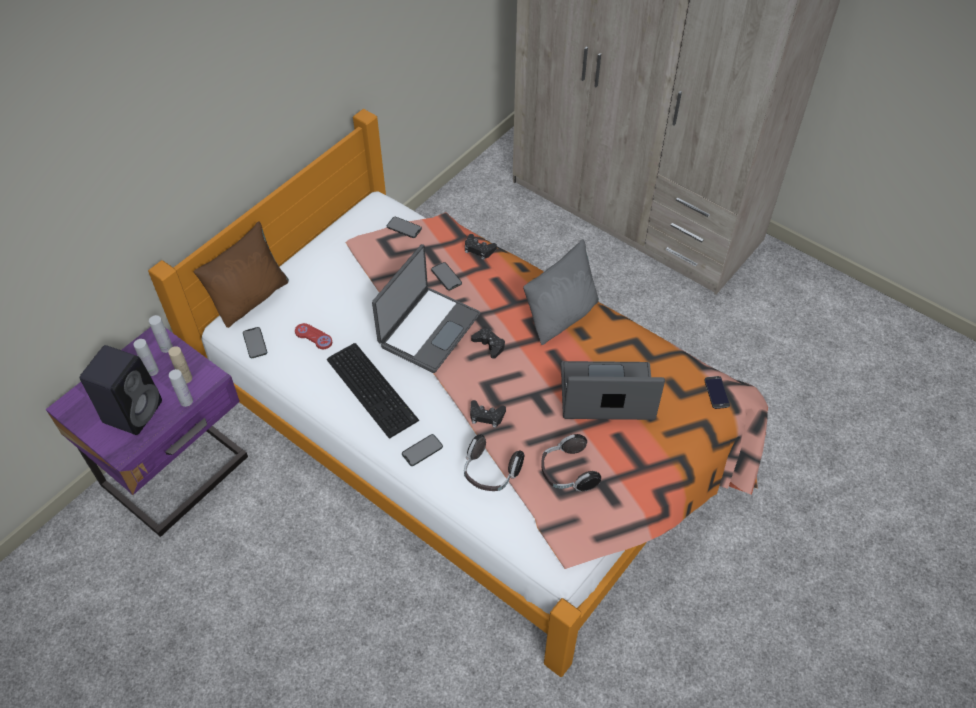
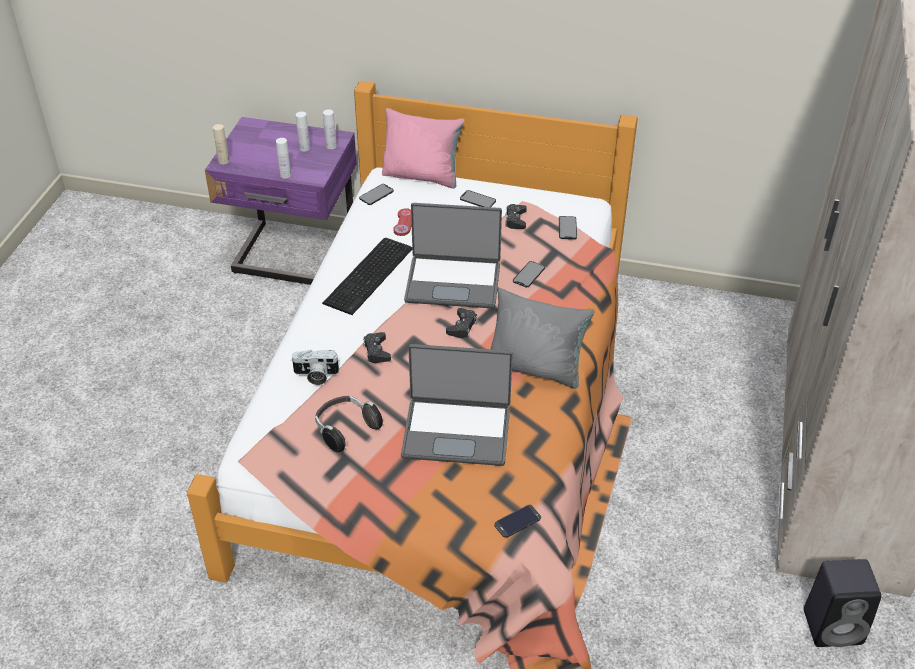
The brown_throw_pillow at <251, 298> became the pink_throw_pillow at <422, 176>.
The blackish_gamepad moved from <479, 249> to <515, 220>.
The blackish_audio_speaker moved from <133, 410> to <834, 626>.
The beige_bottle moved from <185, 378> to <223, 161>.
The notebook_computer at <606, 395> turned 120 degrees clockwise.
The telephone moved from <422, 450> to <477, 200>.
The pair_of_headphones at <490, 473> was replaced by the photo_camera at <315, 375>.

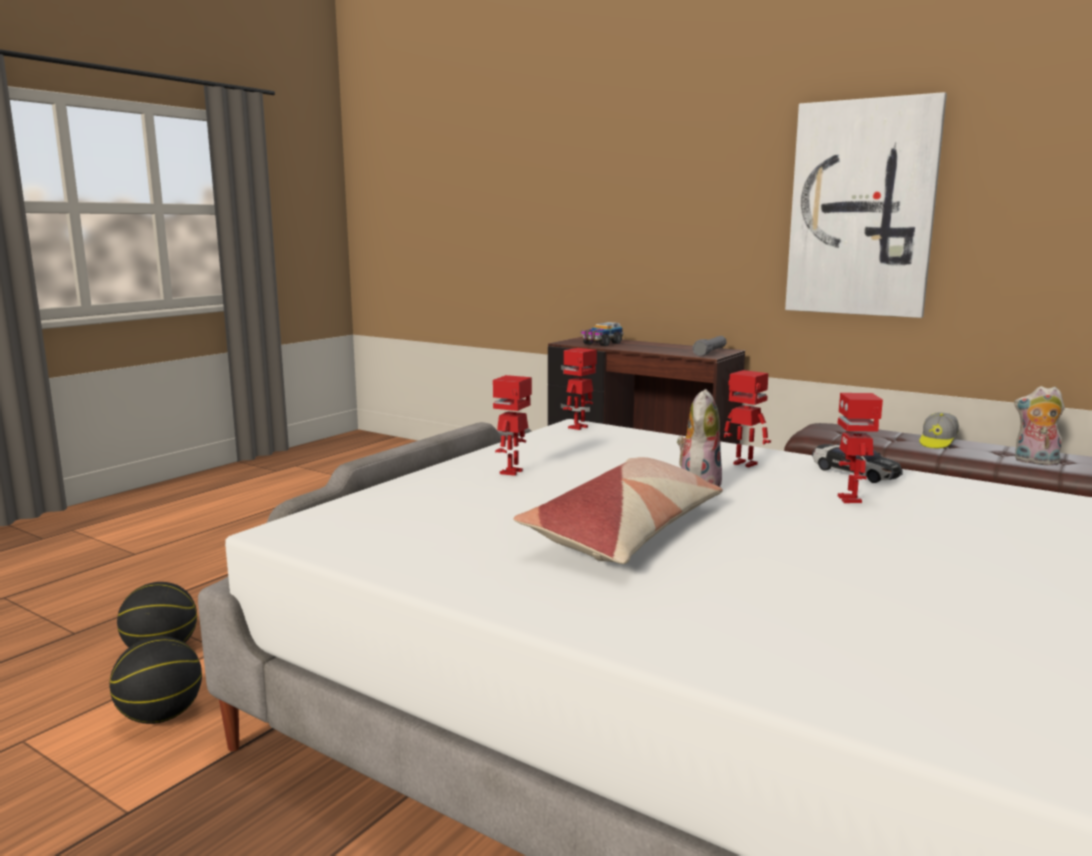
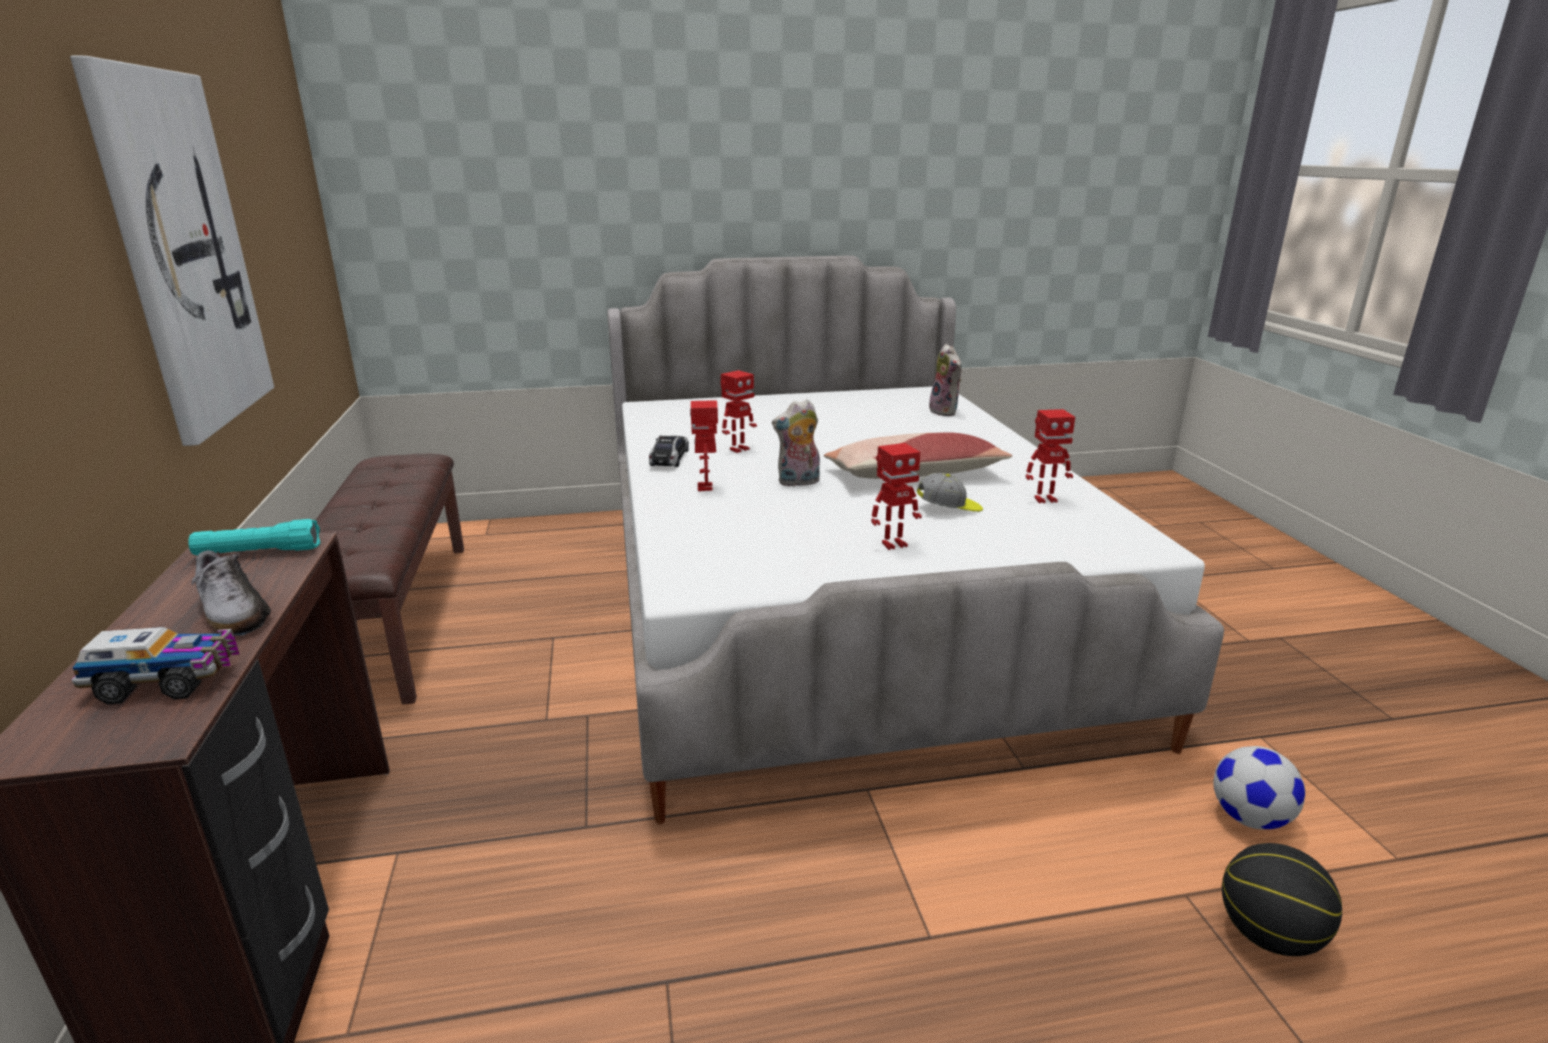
The greyish_hand_torch at <710, 352> became the blue-green_hand_torch at <259, 552>.
The toy_robot moved from <579, 427> to <1044, 499>.
The soft_toy moved from <1035, 462> to <945, 412>.
The cap moved from <937, 442> to <949, 509>.
The basketball at <160, 716> was replaced by the football at <1249, 818>.
The shoe at <233, 611> appeared.

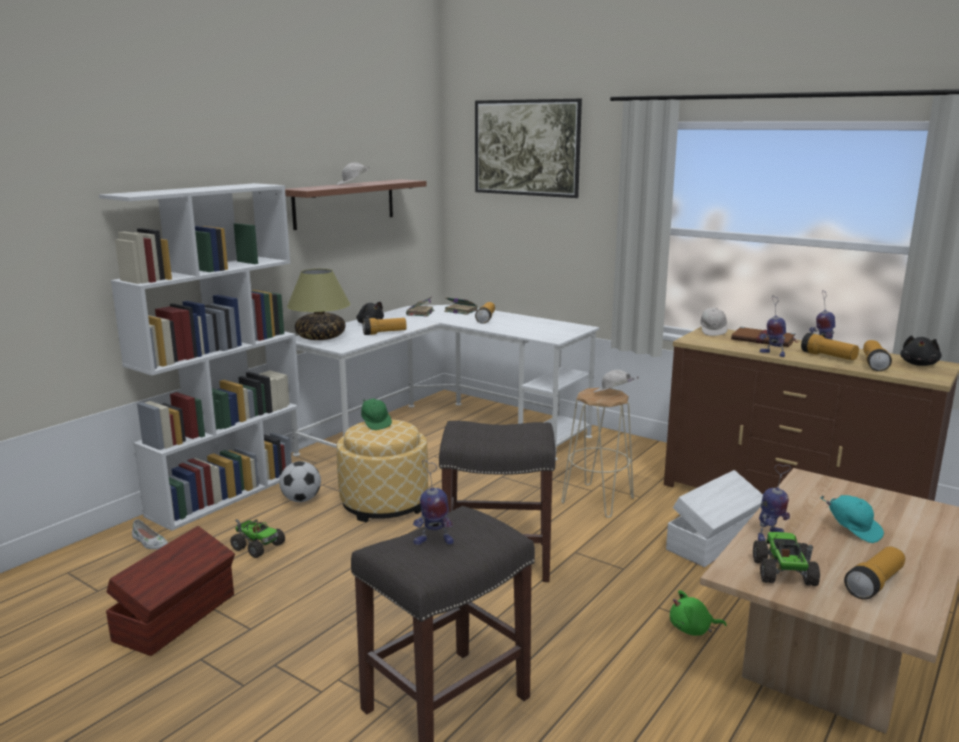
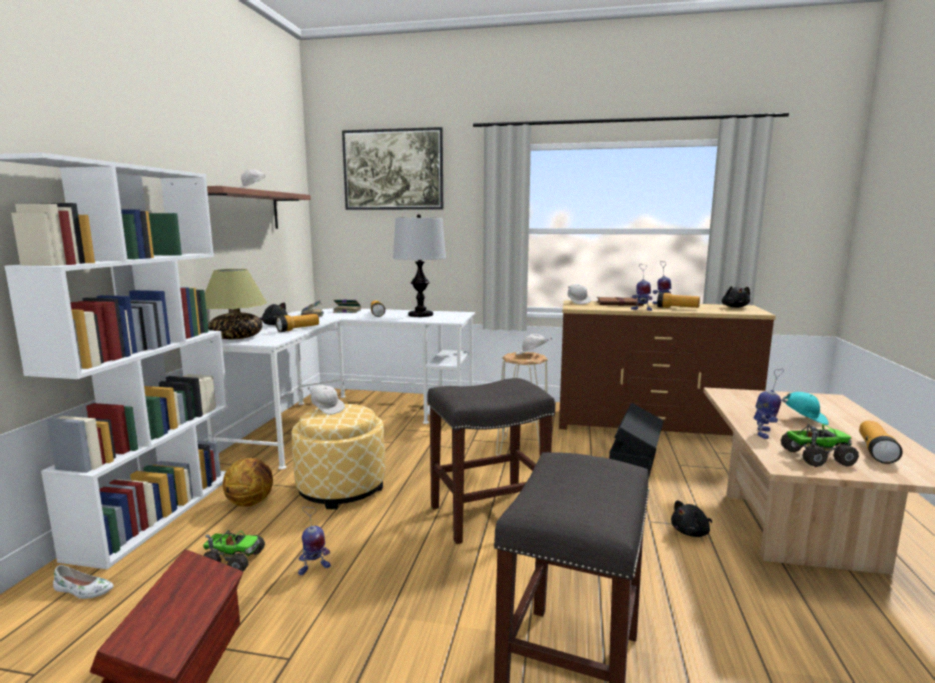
The hand_torch at <874, 364> disappeared.
The green_cap at <376, 423> became the whitish_cap at <326, 409>.
The toy_robot moved from <433, 542> to <314, 569>.
The football at <301, 500> was replaced by the basketball at <250, 502>.
The whitish_storage_bin at <714, 542> became the blackish_storage_bin at <634, 462>.
The toy_lorry at <783, 573> turned 105 degrees clockwise.
The green_soft_toy at <692, 629> became the blackish_soft_toy at <691, 532>.
The tabletop_lamp at <421, 315> appeared.

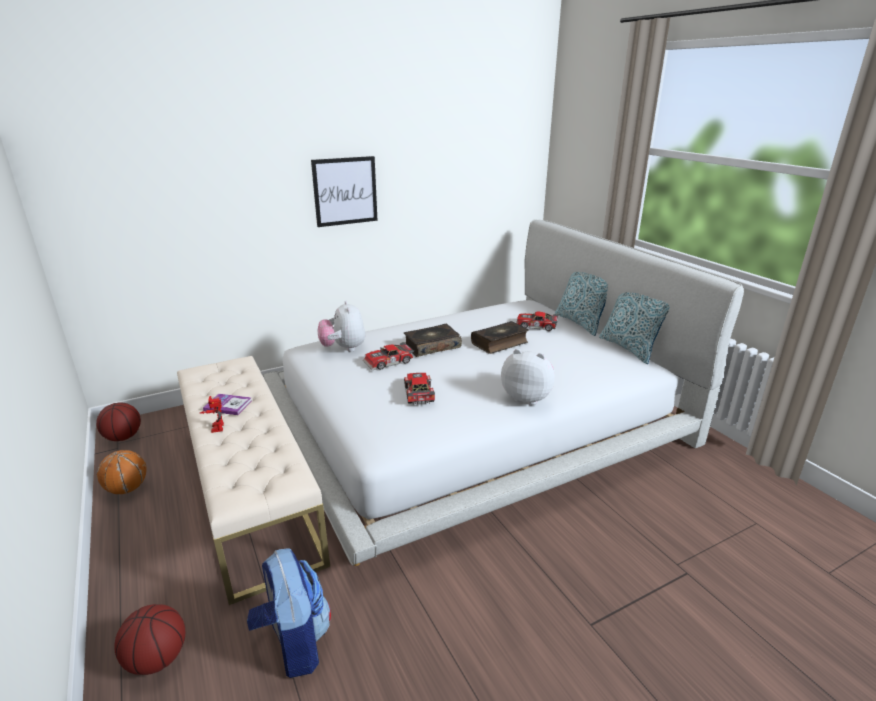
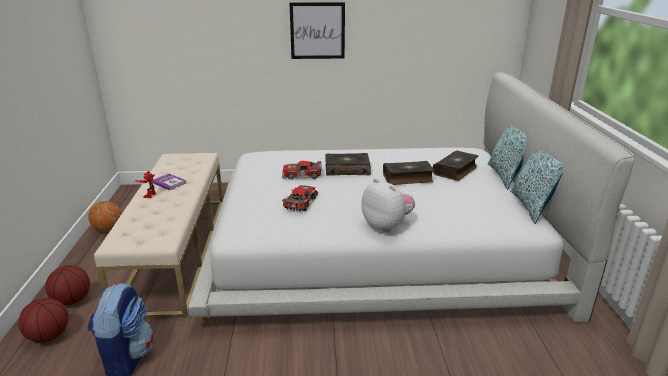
The soft_toy at <343, 348> disappeared.
The model_car at <536, 326> was replaced by the bound_book at <456, 171>.
The basketball moved from <124, 437> to <73, 300>.

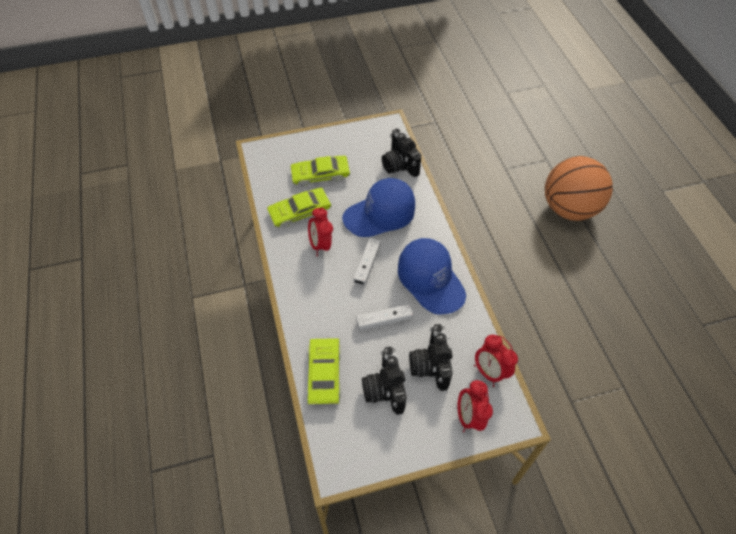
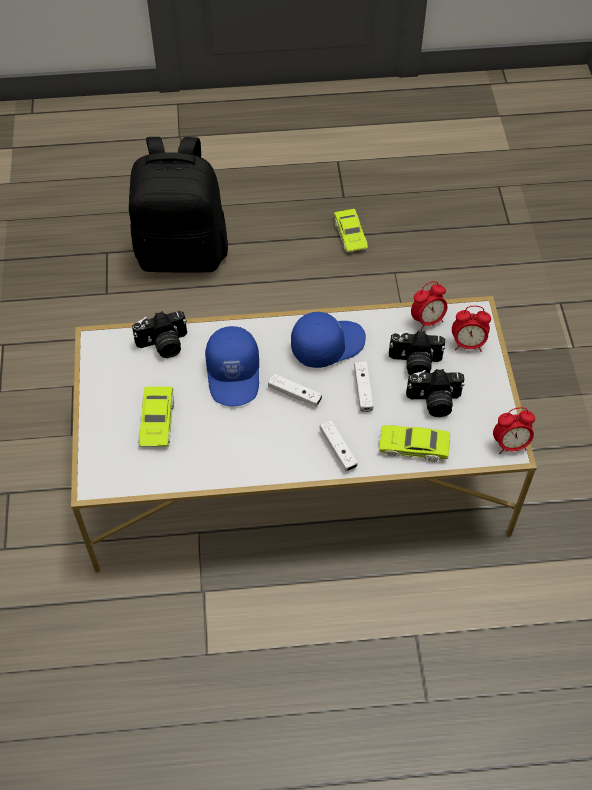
The basketball at <569, 209> was replaced by the blackish_rucksack at <182, 252>.
The green_model_car moved from <300, 211> to <350, 235>.
The table_clock moved from <321, 245> to <510, 444>.
The whitish_gamepad at <338, 449> appeared.

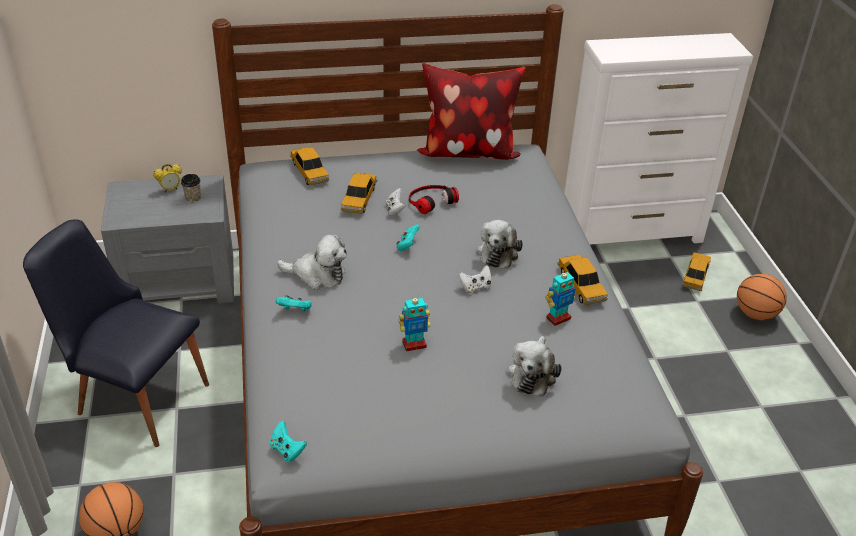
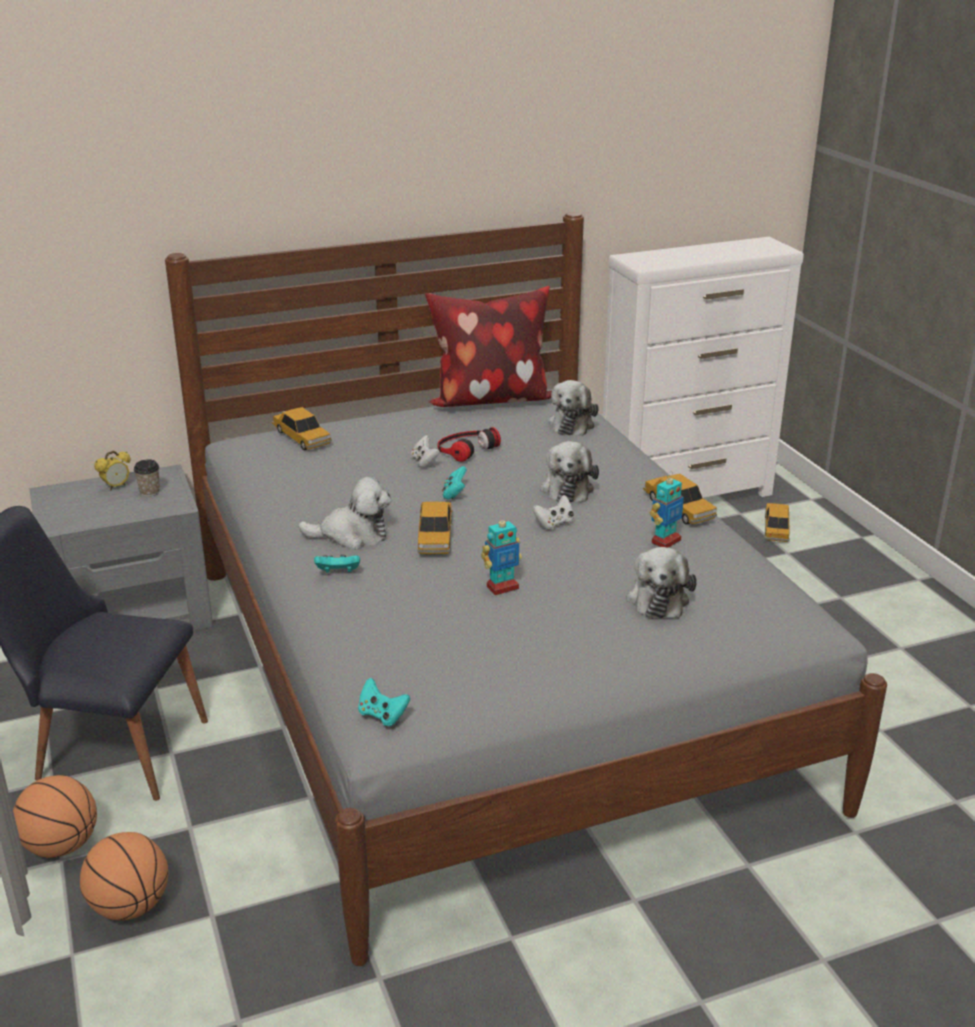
The model_car moved from <359, 199> to <435, 536>.
The basketball moved from <755, 314> to <61, 846>.
The soft_toy at <571, 423> appeared.

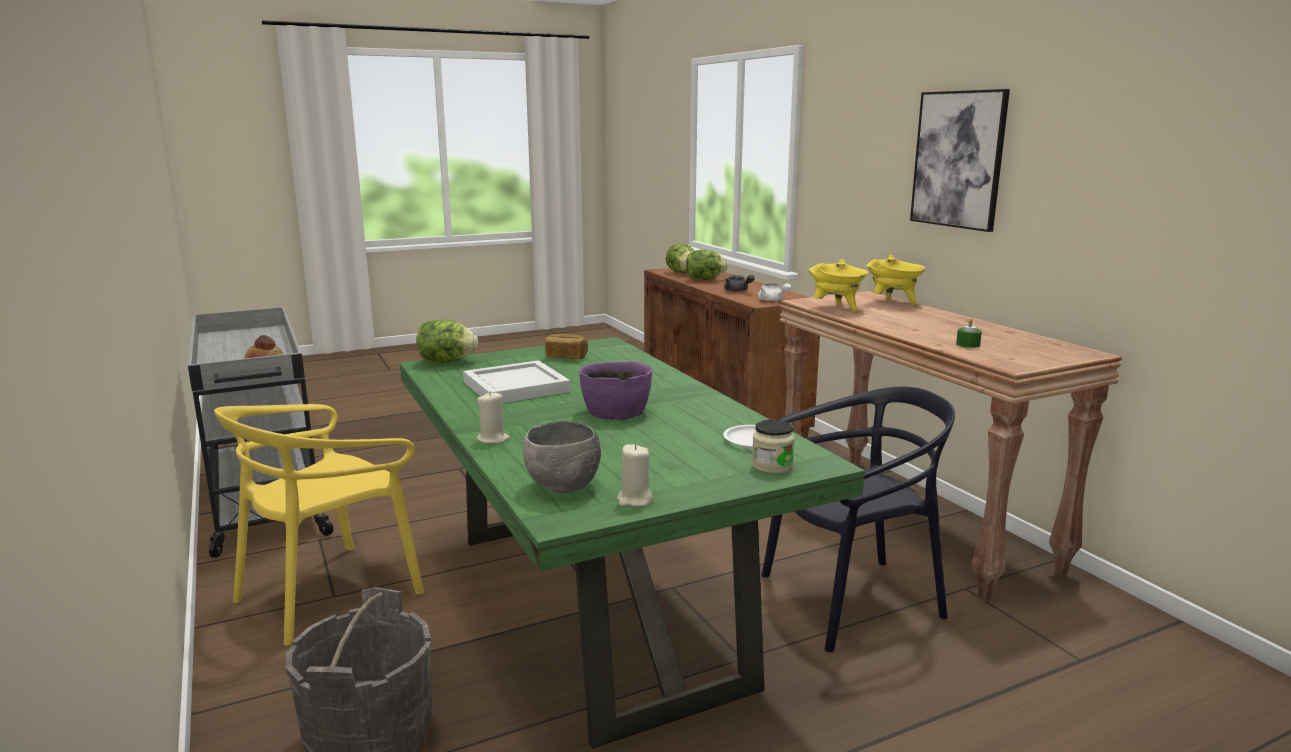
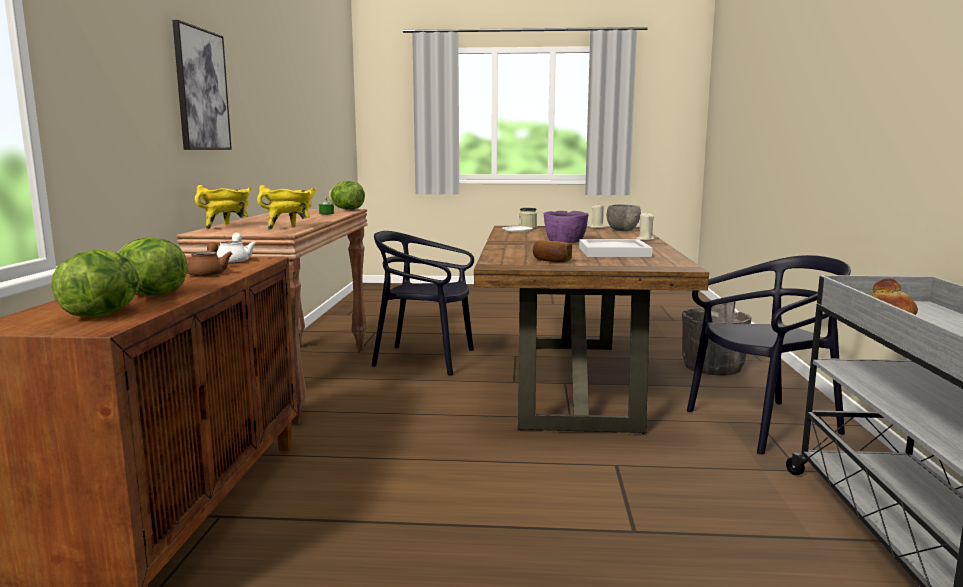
The greyish_teapot at <738, 291> became the brown_teapot at <209, 273>.
The lettuce moved from <446, 362> to <347, 209>.
The green_dining_table at <591, 606> became the brown_dining_table at <573, 384>.
The yellow-coloured_plain_chair at <329, 593> became the blackish_plain_chair at <764, 425>.

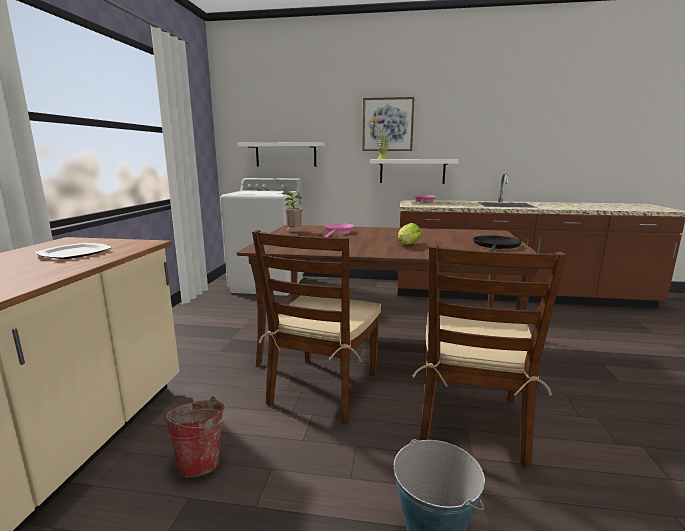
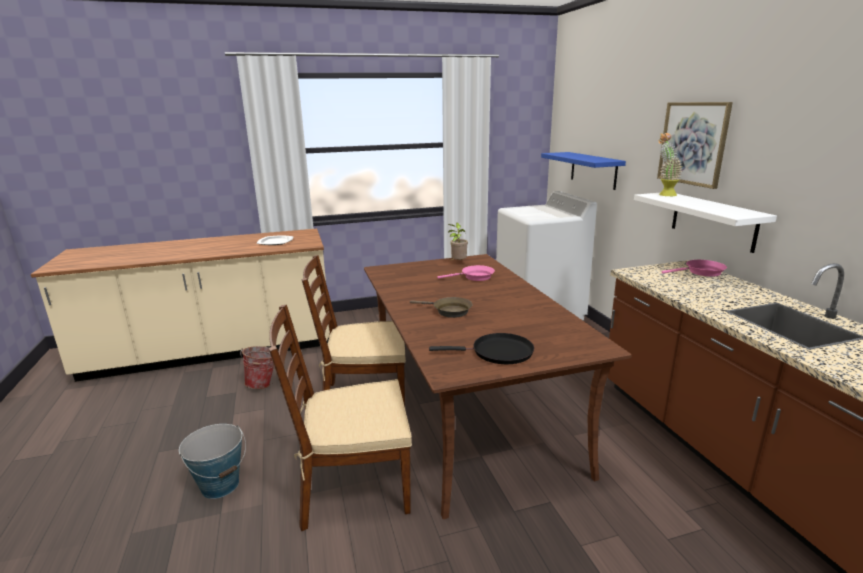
The whitish_wall_shelf at <286, 155> became the blue_wall_shelf at <593, 170>.
The lettuce at <407, 245> was replaced by the brown_pan at <449, 311>.

